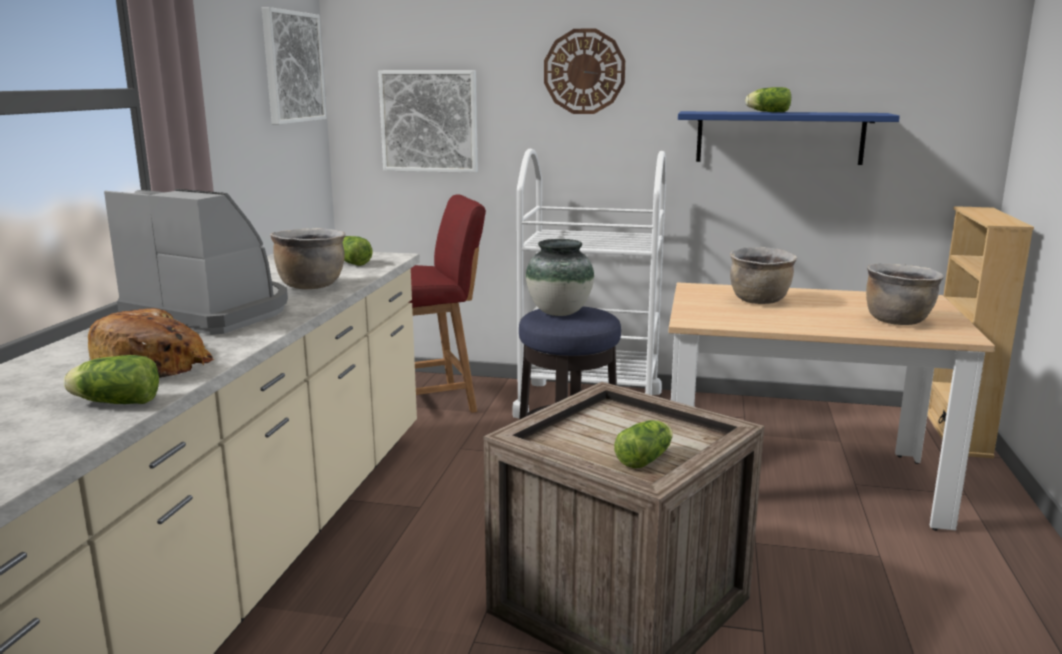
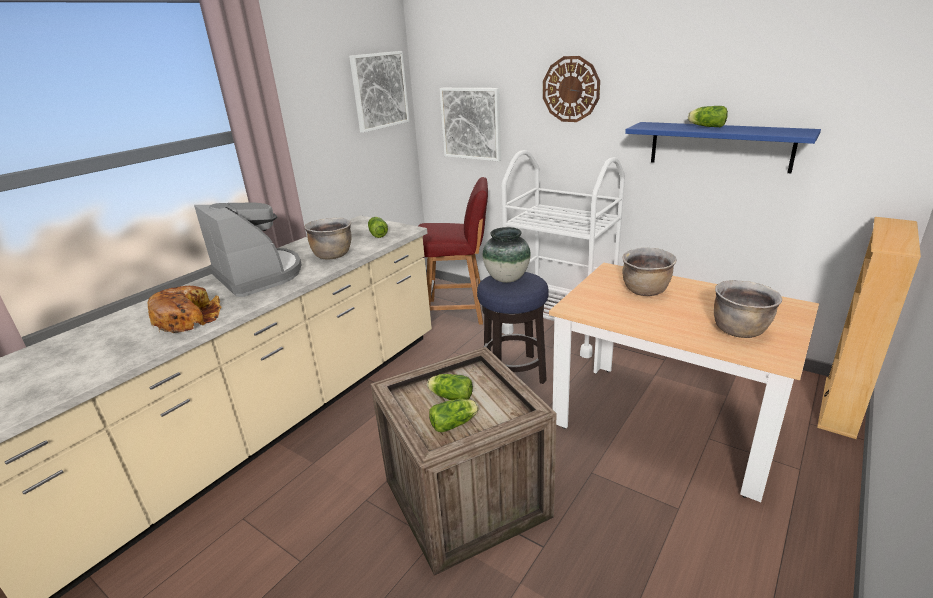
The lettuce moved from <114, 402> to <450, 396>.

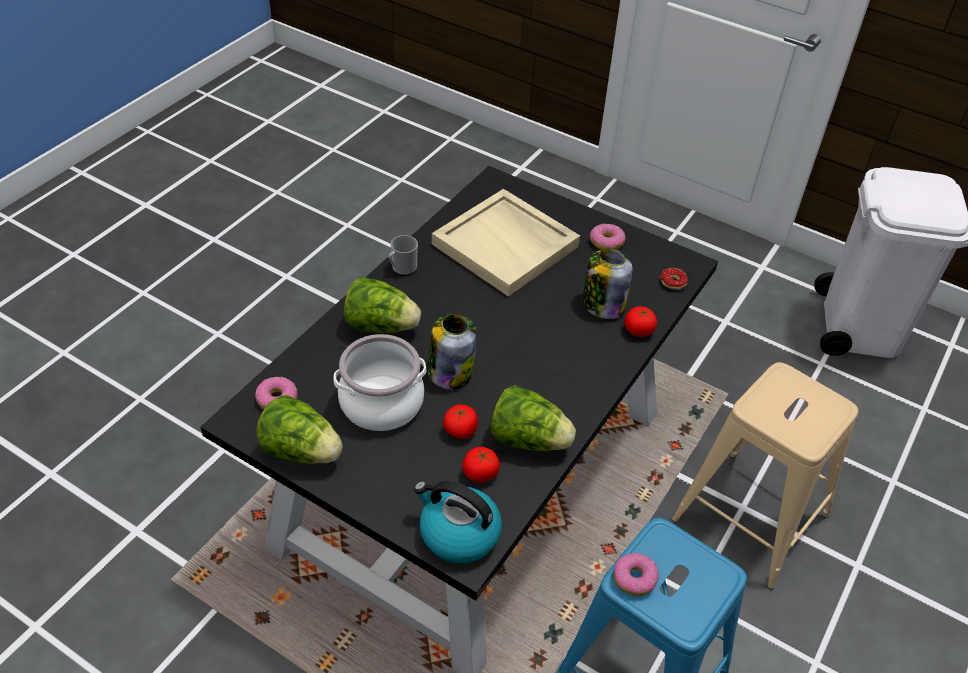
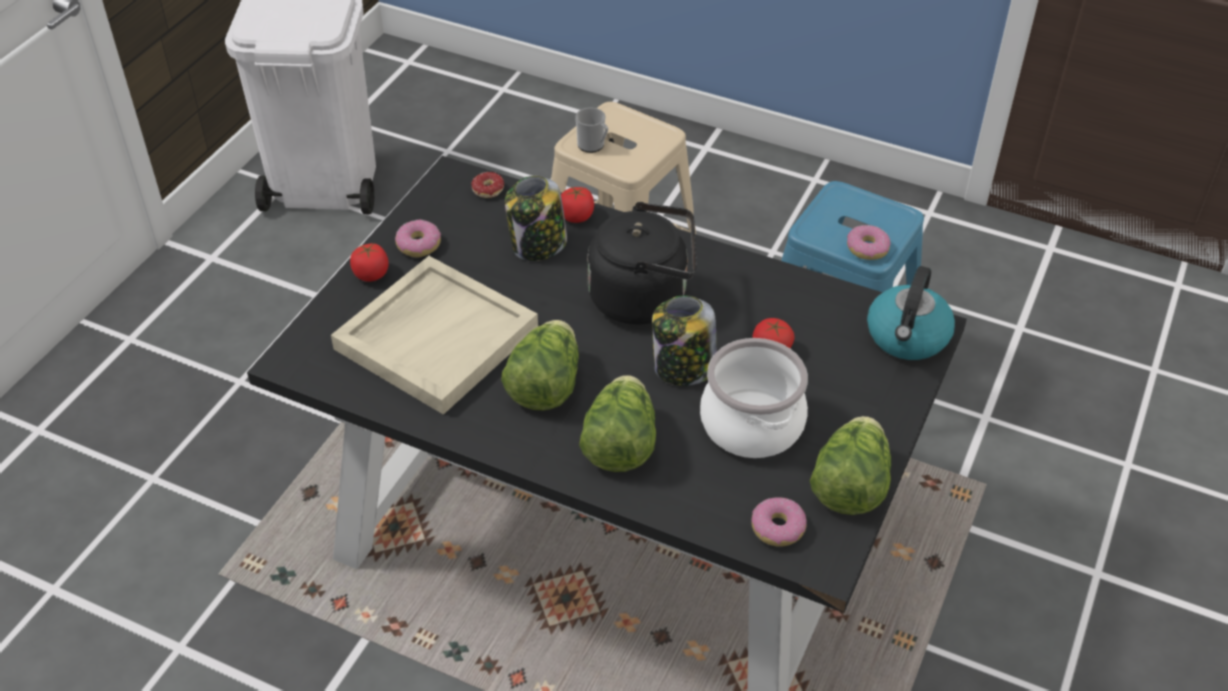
The coffee_mug moved from <402, 269> to <593, 145>.
The lettuce moved from <528, 439> to <545, 386>.
The tomato moved from <480, 474> to <371, 274>.
The blackish_kettle at <644, 297> appeared.

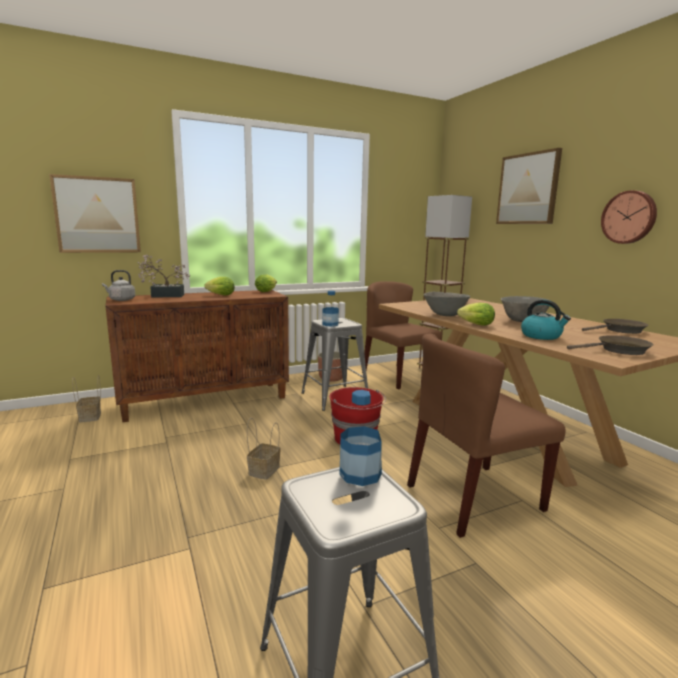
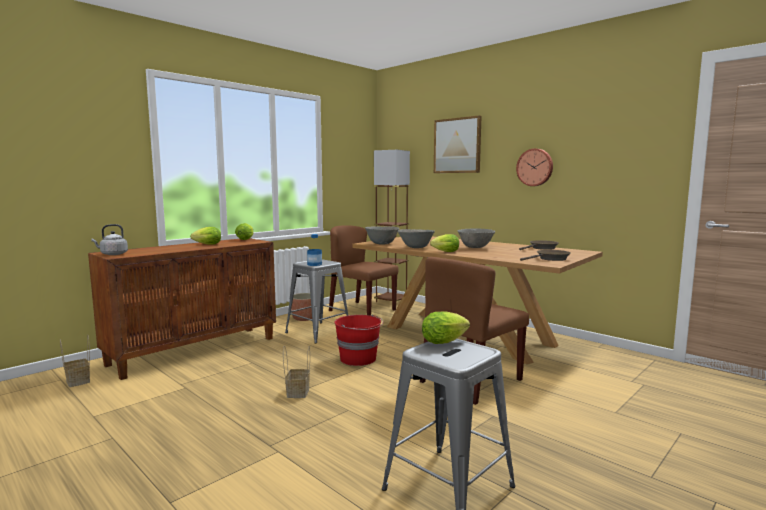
The wall_picture at <97, 215> disappeared.
The potted_plant at <164, 295> disappeared.
The kettle at <541, 336> disappeared.
The bottle at <360, 474> was replaced by the lettuce at <446, 341>.
The greyish_bowl at <381, 244> appeared.

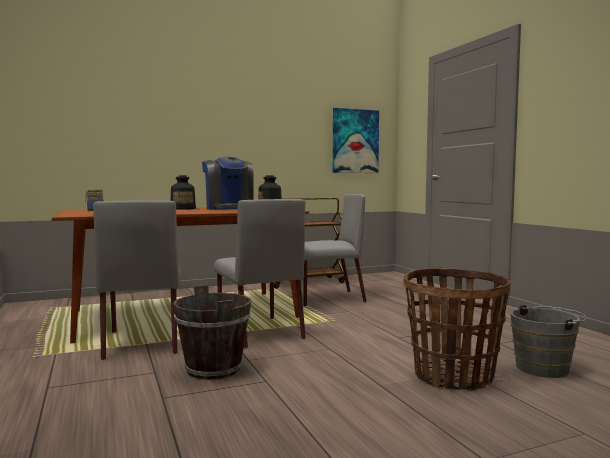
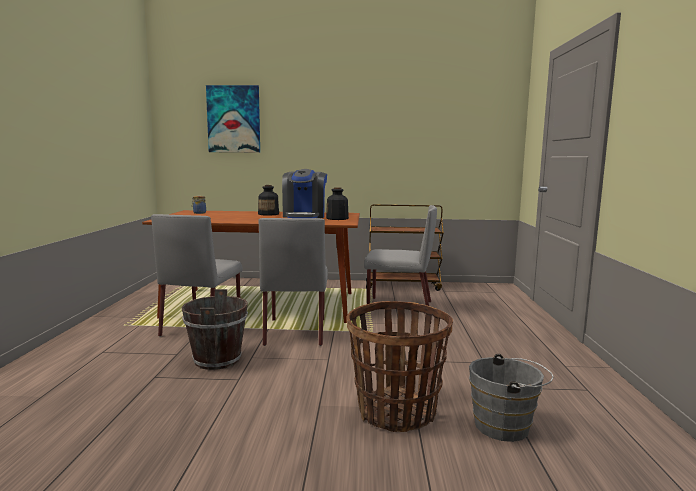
The wall_picture moved from <355, 141> to <234, 119>.

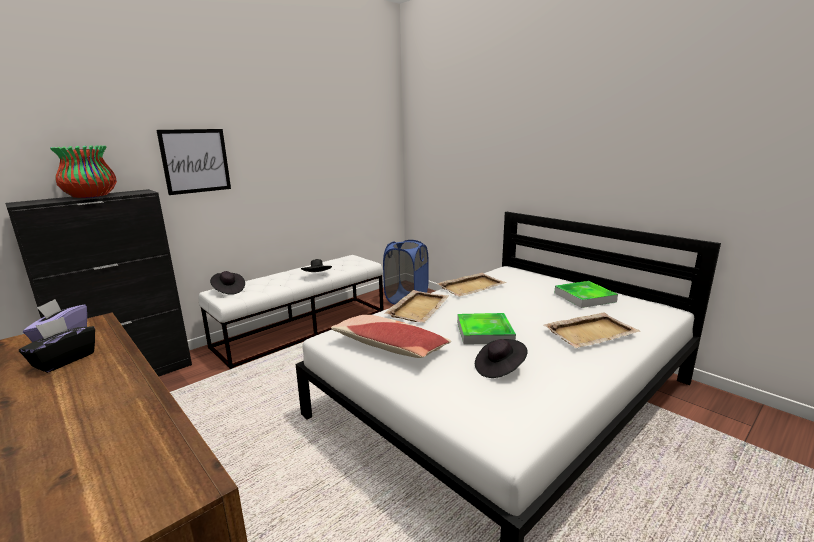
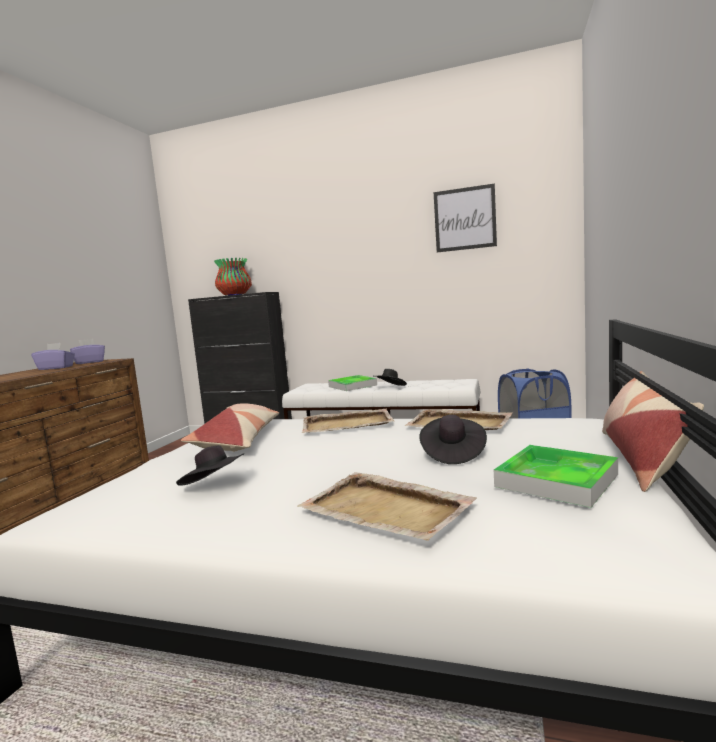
The wall_picture moved from <195, 161> to <465, 219>.
The blackish_clothing_hat moved from <228, 290> to <452, 454>.
The tray moved from <484, 332> to <352, 386>.
The blackish_box_of_tissues at <64, 360> became the purple_box_of_tissues at <56, 368>.
The throw_pillow at <642, 458> appeared.

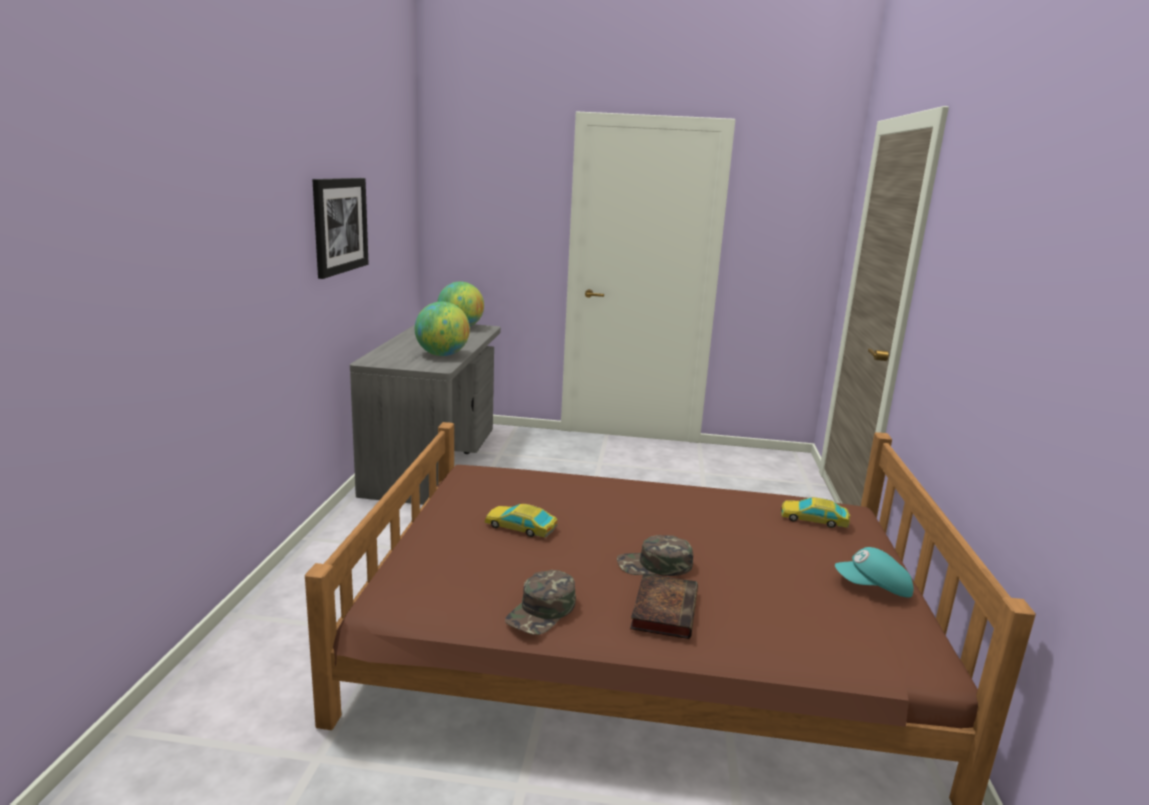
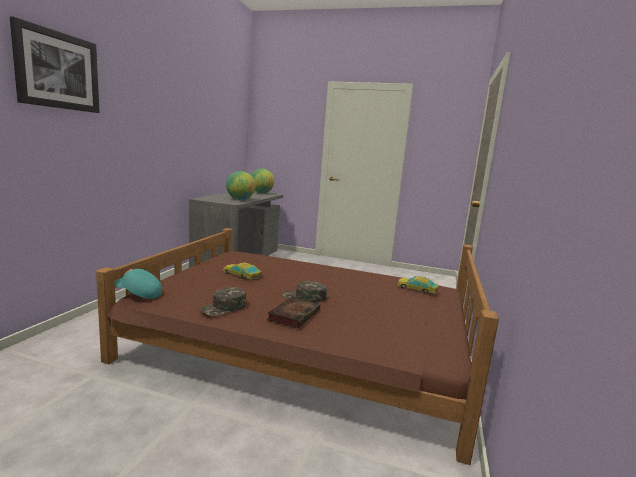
The wall_picture moved from <339, 225> to <58, 70>.
The blue-green_cap moved from <873, 589> to <138, 294>.

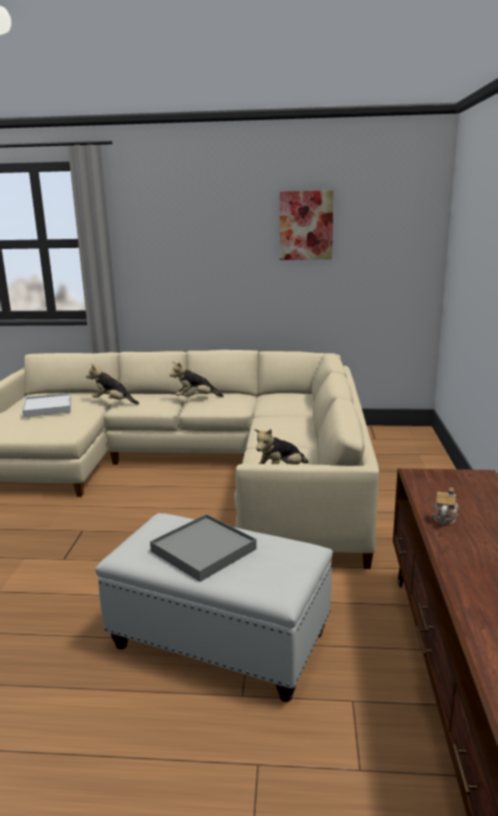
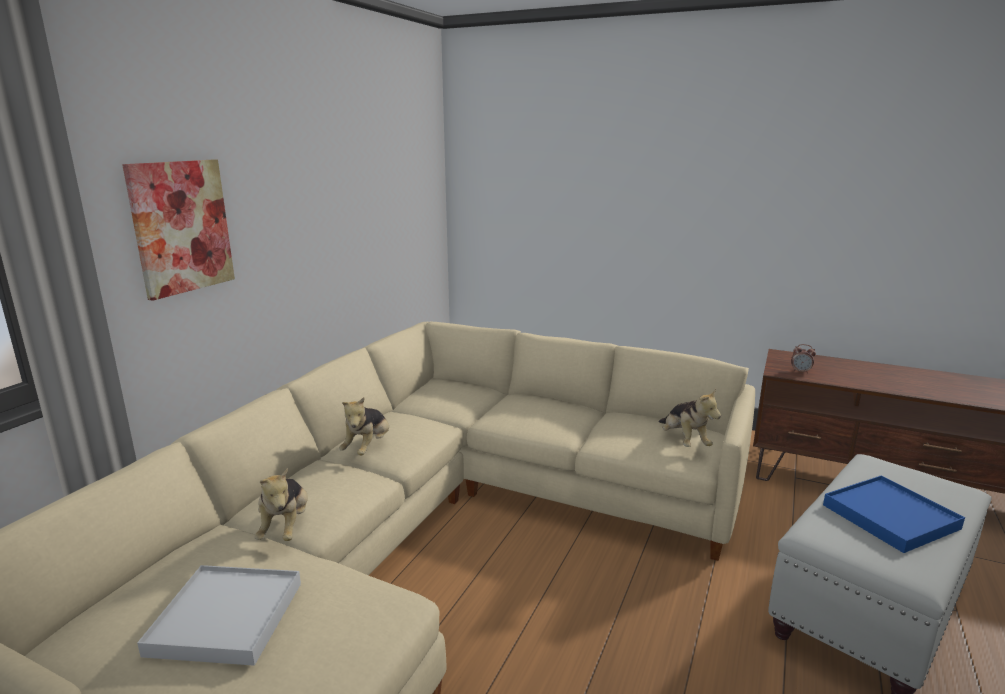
The wall_picture moved from <306, 225> to <181, 227>.
The soft_toy at <113, 402> turned 45 degrees counterclockwise.
The teapot at <444, 517> disappeared.
The greyish_tray at <203, 550> became the blue_tray at <890, 517>.
The table_clock at <800, 371> appeared.

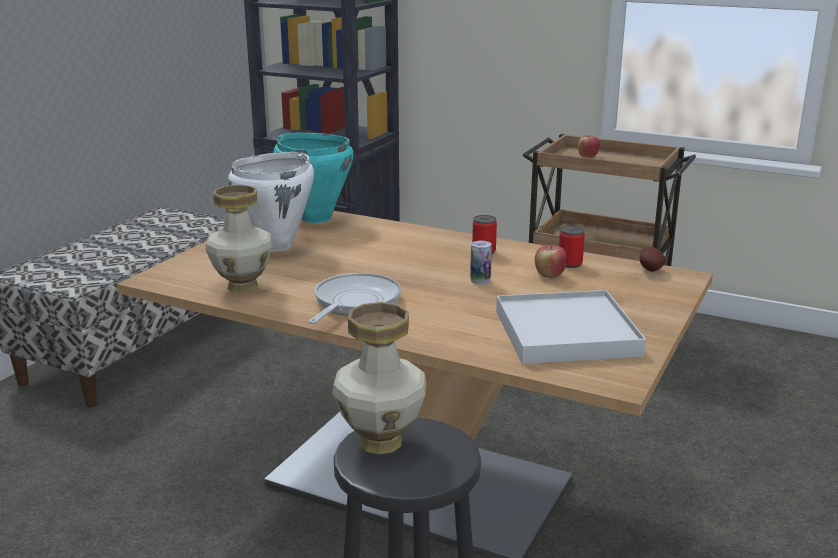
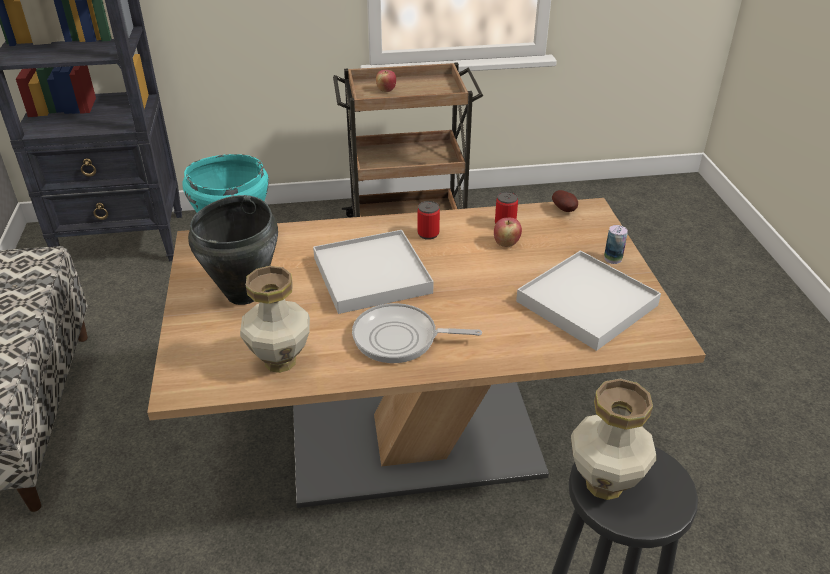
The whitish_saucepot at <277, 246> became the blackish_saucepot at <244, 294>.
The metal_can moved from <480, 280> to <612, 259>.
The pan at <354, 303> turned 75 degrees counterclockwise.
The whitish_tray at <372, 275> appeared.

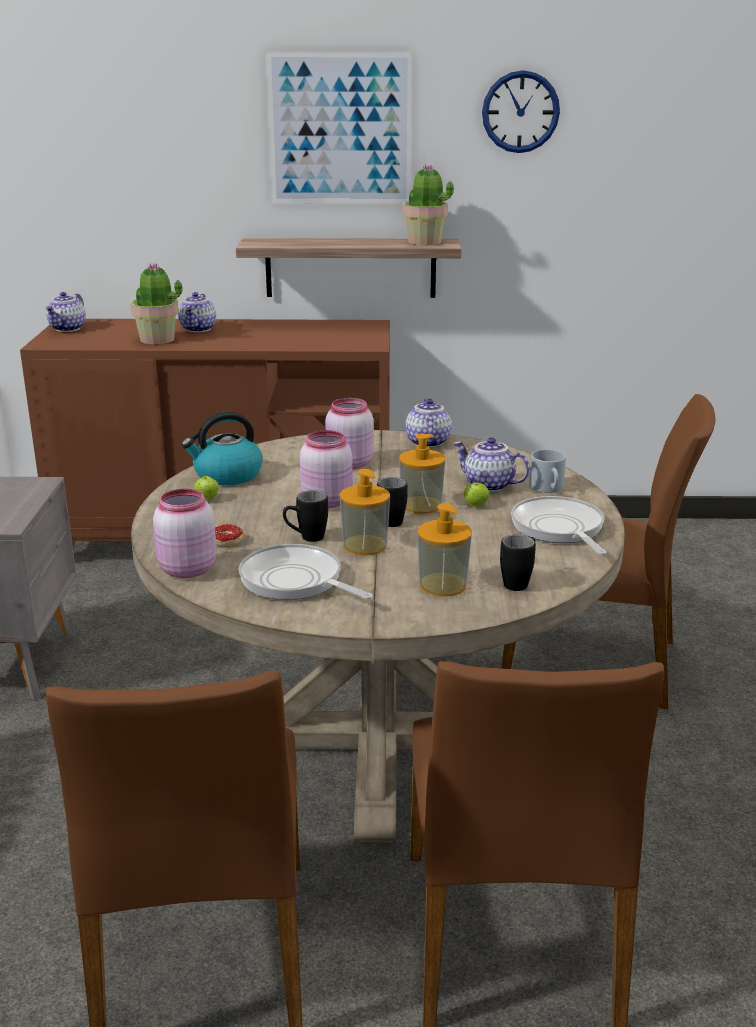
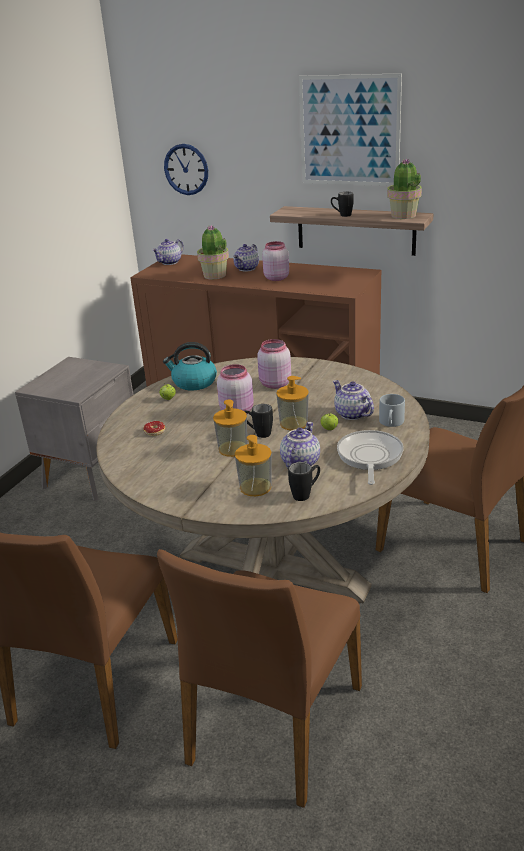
The clock_on_the_wall moved from <520, 112> to <186, 169>.
The teapot moved from <426, 442> to <299, 462>.
The pink_preserve_jar moved from <186, 569> to <275, 278>.
The blackish_coffee_mug moved from <305, 538> to <342, 215>.
The pan at <295, 581> disappeared.

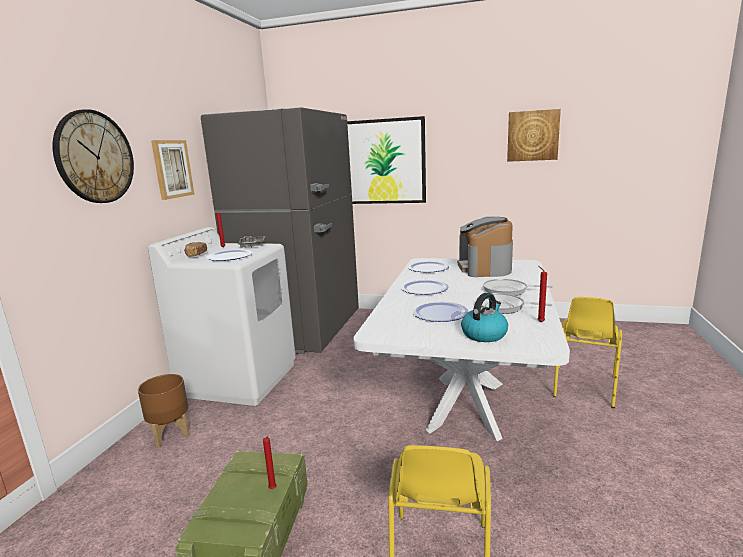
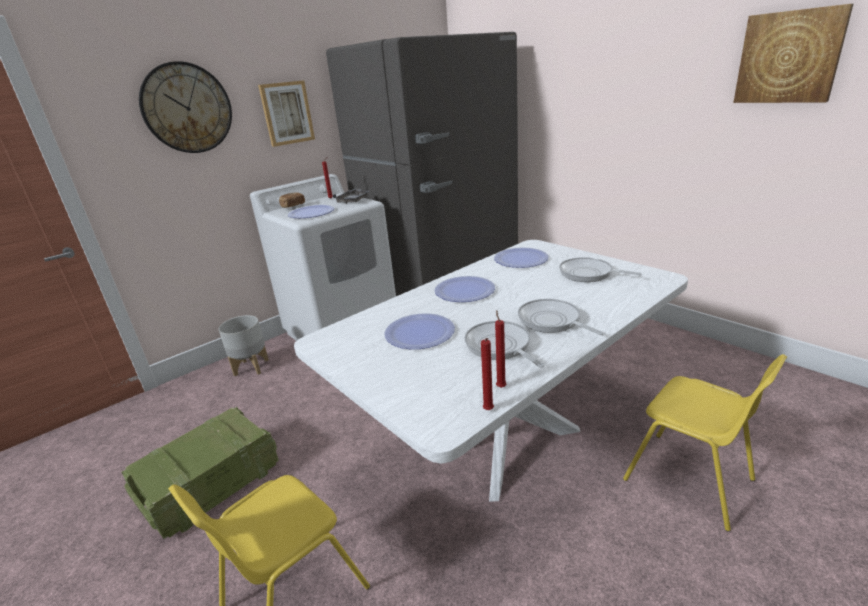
The wall_picture at <385, 162> disappeared.
The coffee_machine at <484, 268> was replaced by the pan at <588, 274>.
The kettle at <484, 334> disappeared.
The yellow-coloured_plain_chair at <583, 386> turned 105 degrees counterclockwise.
The brown_plant_pot at <170, 433> became the greyish_plant_pot at <251, 367>.
The red-coloured_wax_candle moved from <273, 489> to <488, 411>.

